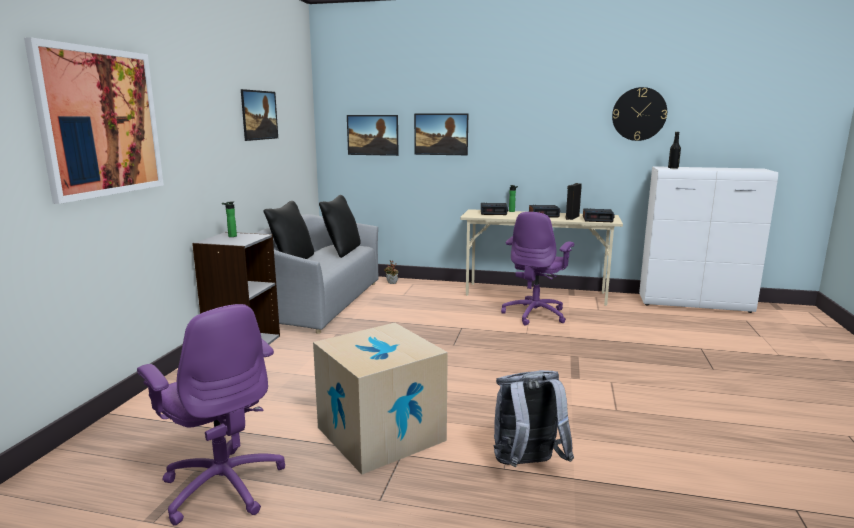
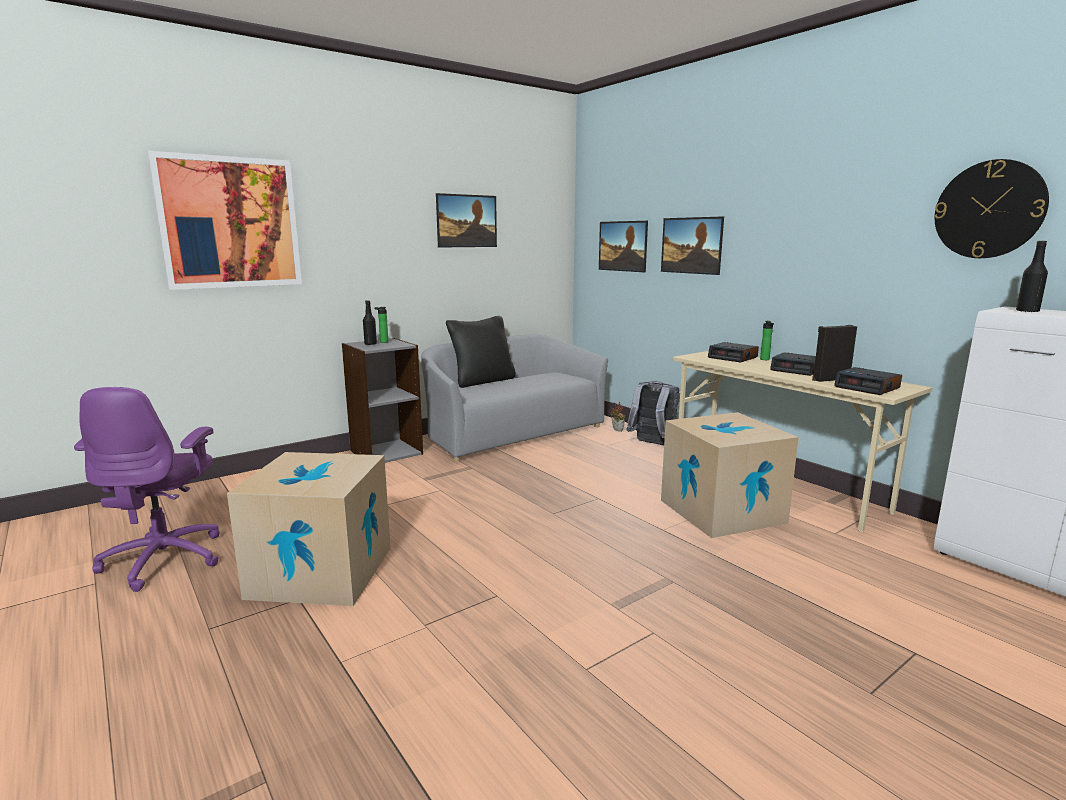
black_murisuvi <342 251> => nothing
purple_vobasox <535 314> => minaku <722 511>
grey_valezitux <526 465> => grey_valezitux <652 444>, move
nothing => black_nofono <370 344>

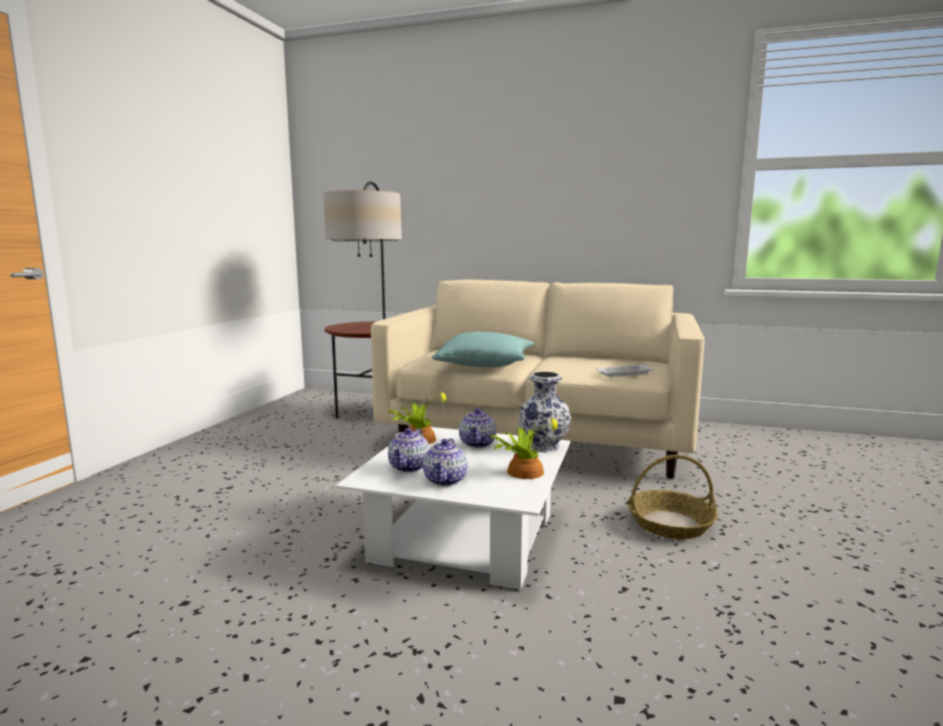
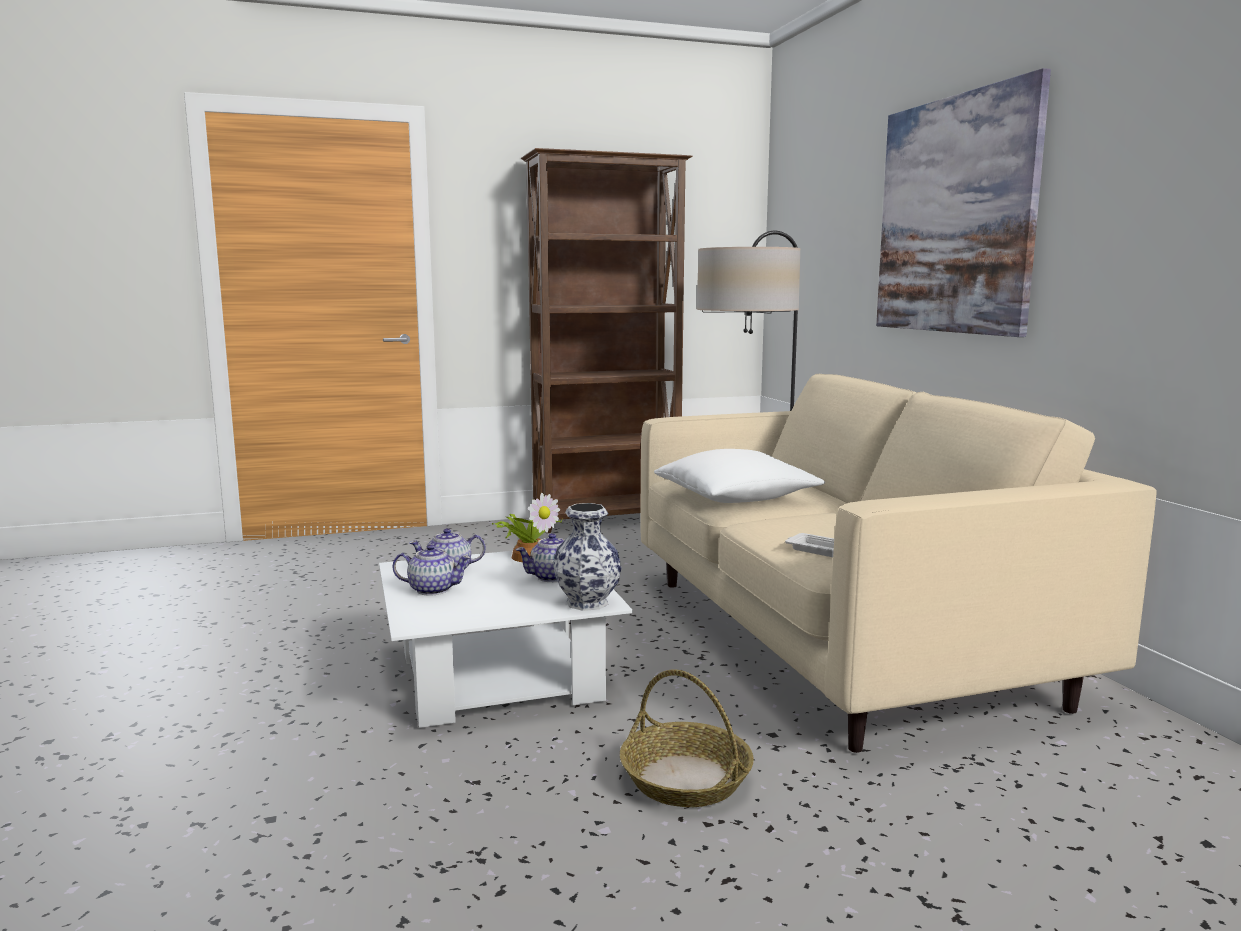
turquoise_murisuvi <485 364> => white_murisuvi <736 498>
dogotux <523 471> => nothing
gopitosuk <446 480> => gopitosuk <432 589>, 150 degrees counterclockwise
nothing => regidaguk <954 216>
nothing => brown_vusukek <608 520>

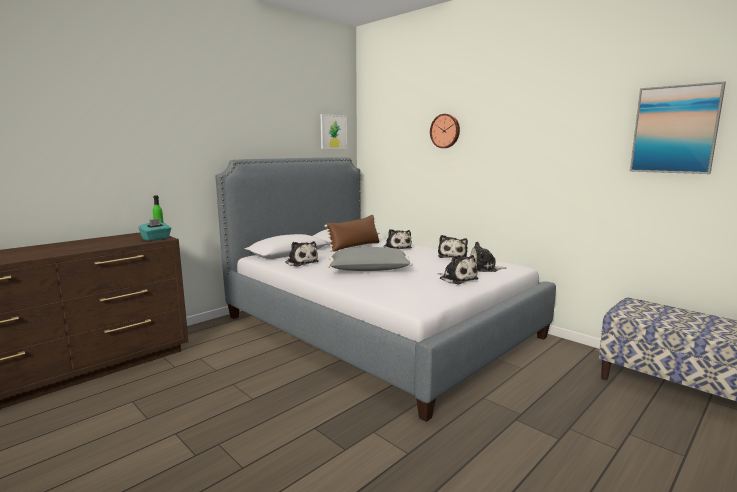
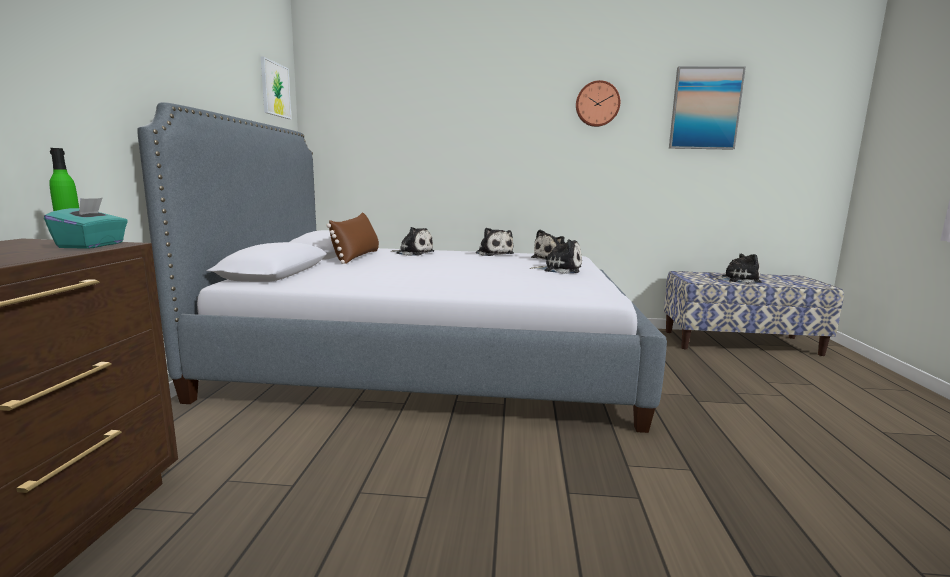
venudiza <445 131> => venudiza <597 104>, move
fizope <301 262> => fizope <737 280>, move
grey_murisuvi <369 271> => nothing

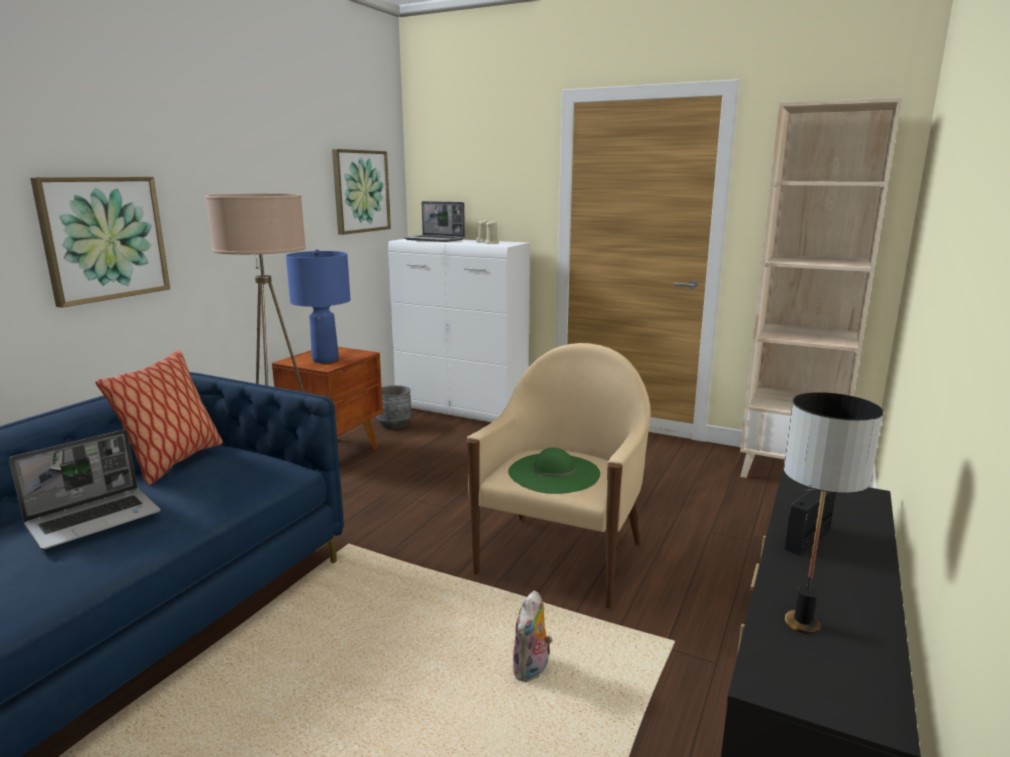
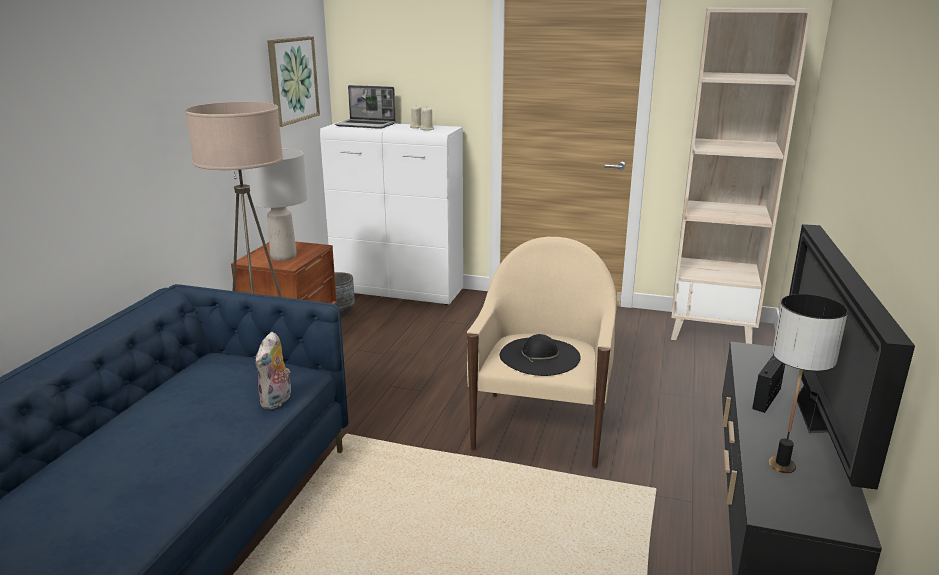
regidaguk <104 238> => nothing
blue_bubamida <325 360> => grey_bubamida <283 257>
murisuvi <174 462> => nothing
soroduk <95 519> => nothing
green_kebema <554 473> => black_kebema <539 356>
fizope <532 671> => fizope <277 401>, move
nothing => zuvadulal <813 418>

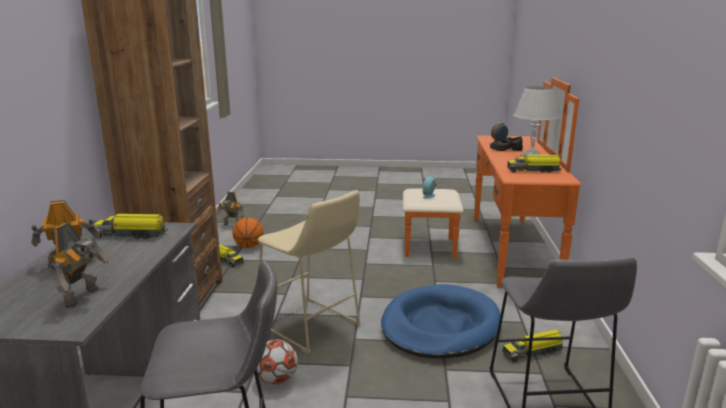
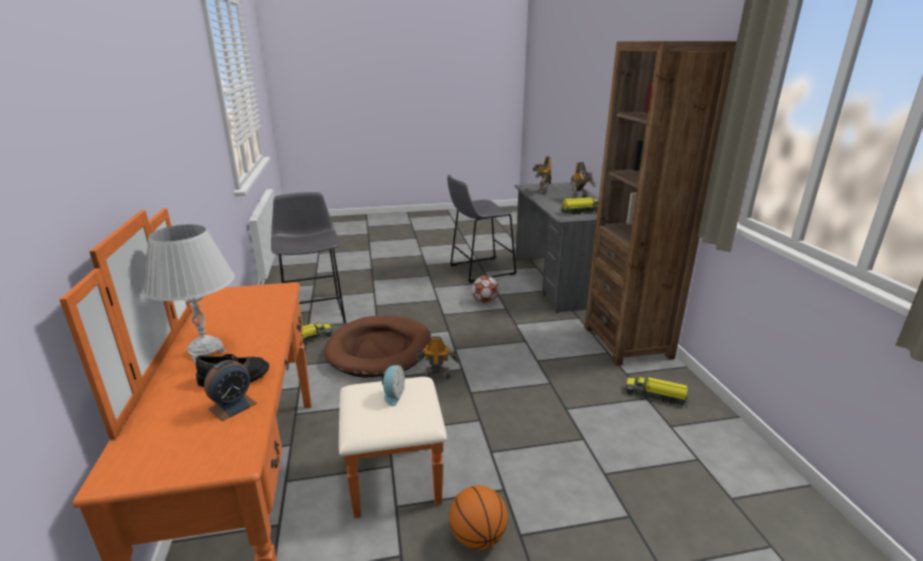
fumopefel <534 170> => nothing
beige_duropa <311 327> => nothing
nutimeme <232 225> => nutimeme <437 376>, move
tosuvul <249 246> => tosuvul <478 537>, move
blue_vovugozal <440 326> => brown_vovugozal <380 350>

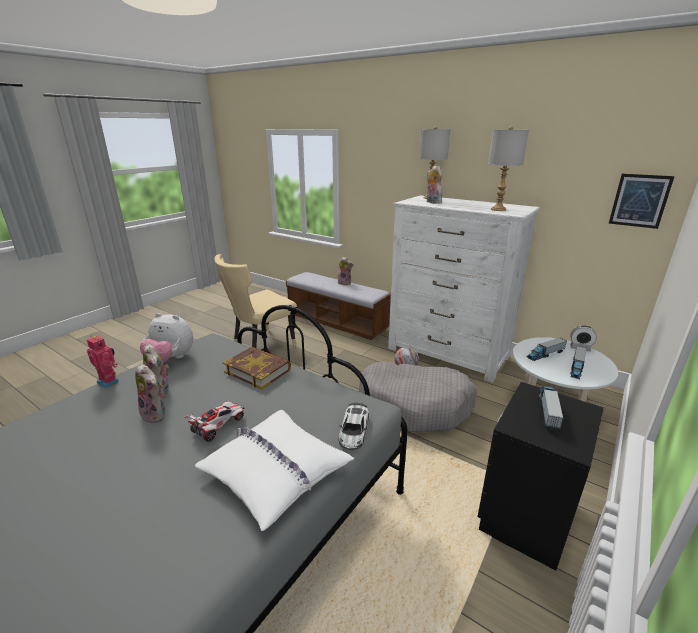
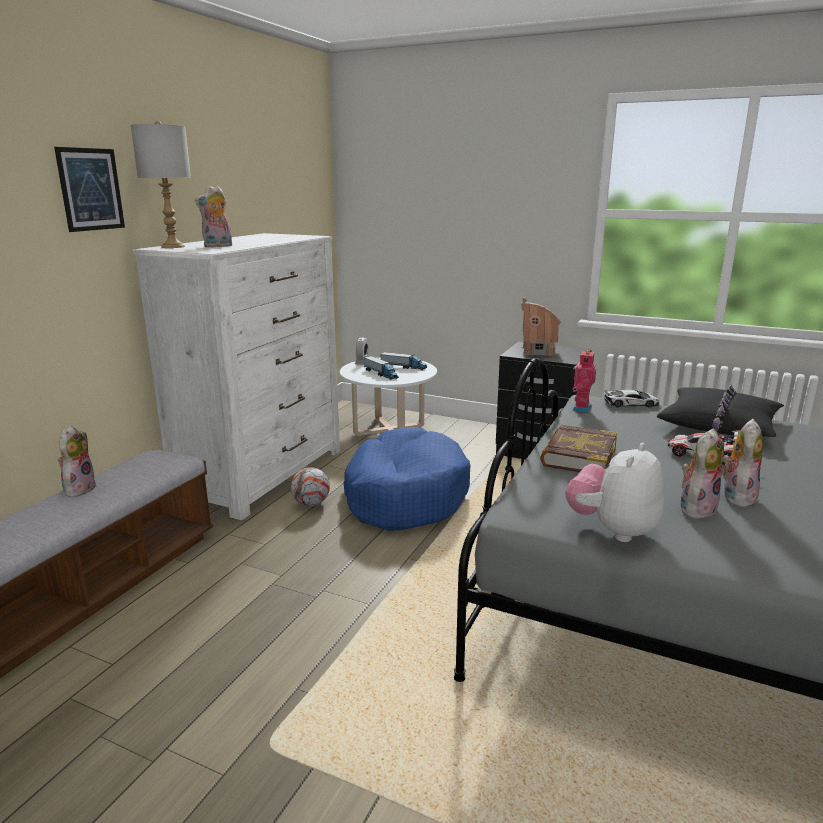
grey_bubamida <498 209> => nothing
regidaguk <639 201> => regidaguk <91 189>, move
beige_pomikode <260 345> => nothing
fizope <170 359> => fizope <613 530>, 150 degrees counterclockwise
nutimeme <109 381> => nutimeme <580 408>, move
grey_vovugozal <415 406> => blue_vovugozal <405 495>
fumopefel <548 410> => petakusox <537 352>
white_murisuvi <275 472> => black_murisuvi <719 424>

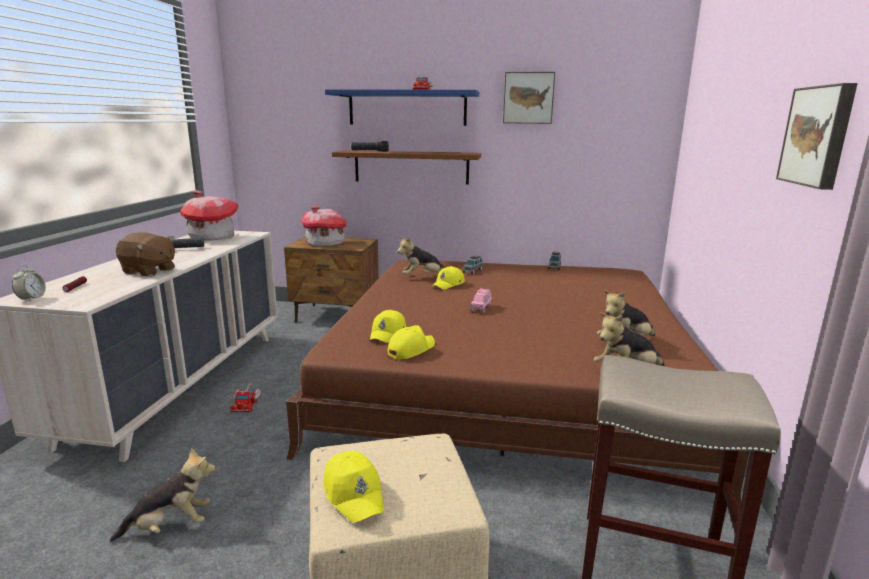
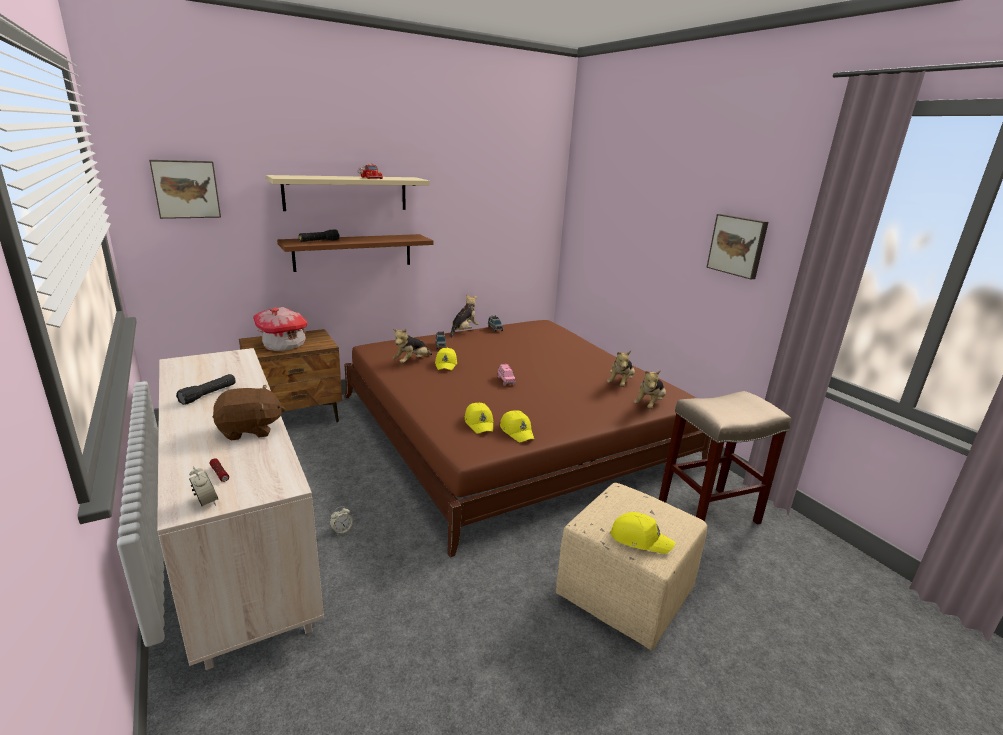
regidaguk <528 98> => regidaguk <186 189>, move
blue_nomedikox <407 108> => beige_nomedikox <346 193>
petakusox <212 237> => nothing
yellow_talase <410 349> => yellow_talase <517 431>, 150 degrees clockwise
fumopefel <246 403> => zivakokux <342 530>
fizope <171 526> => fizope <464 331>, move

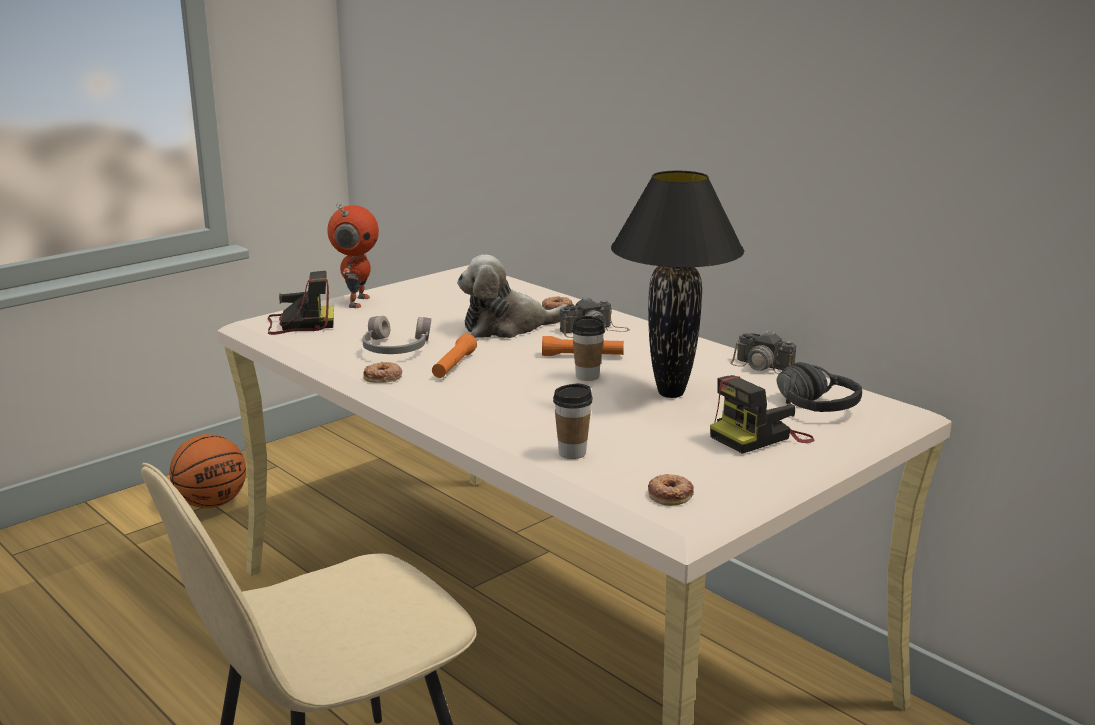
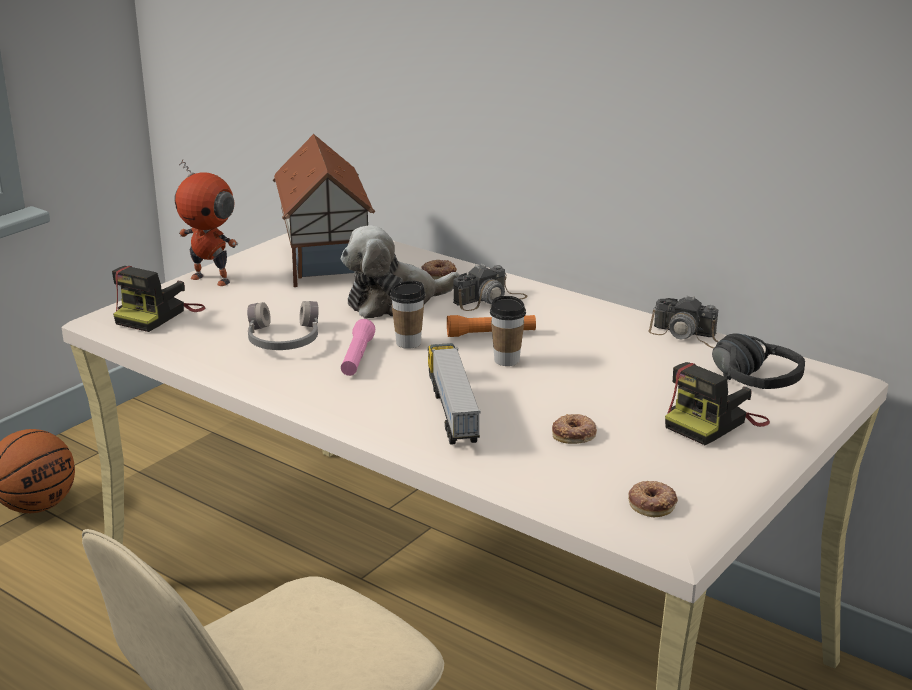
black_bubamida <671 393> => nothing
nutimeme <357 302> => nutimeme <212 279>, 120 degrees clockwise
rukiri <298 324> => rukiri <158 315>, 135 degrees clockwise
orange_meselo <454 366> => pink_meselo <357 357>
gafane <383 377> => gafane <574 434>, move
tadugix <572 453> => tadugix <408 343>, move
nothing => petakusox <322 262>
nothing => fumopefel <452 409>

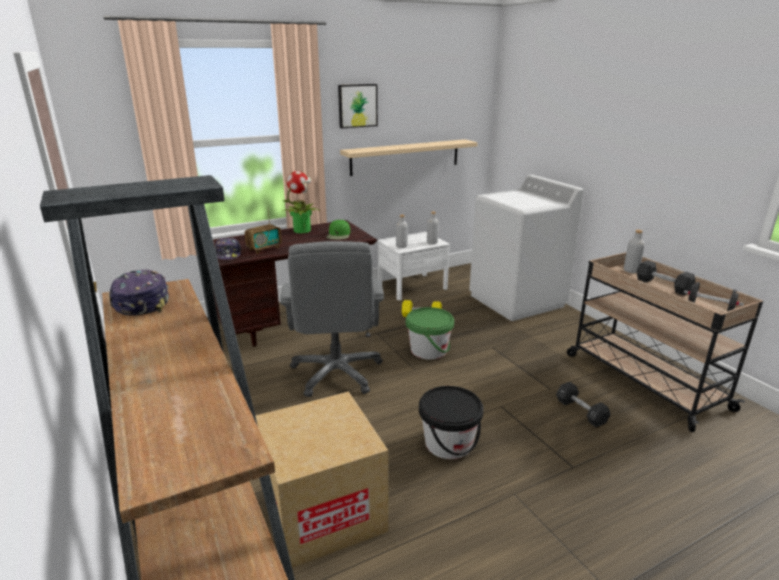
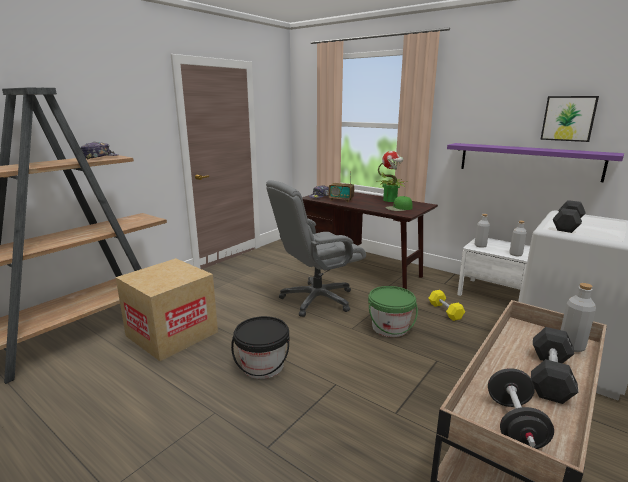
regidaguk <357 105> => regidaguk <568 118>, move
beige_nomedikox <405 157> => purple_nomedikox <528 161>
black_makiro <581 412> => black_makiro <567 225>, move

